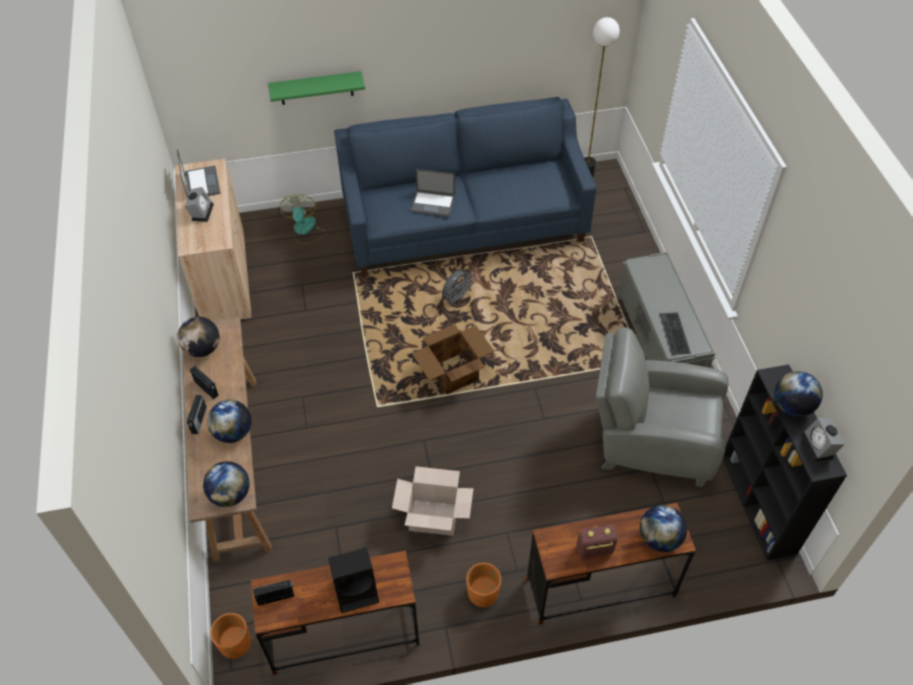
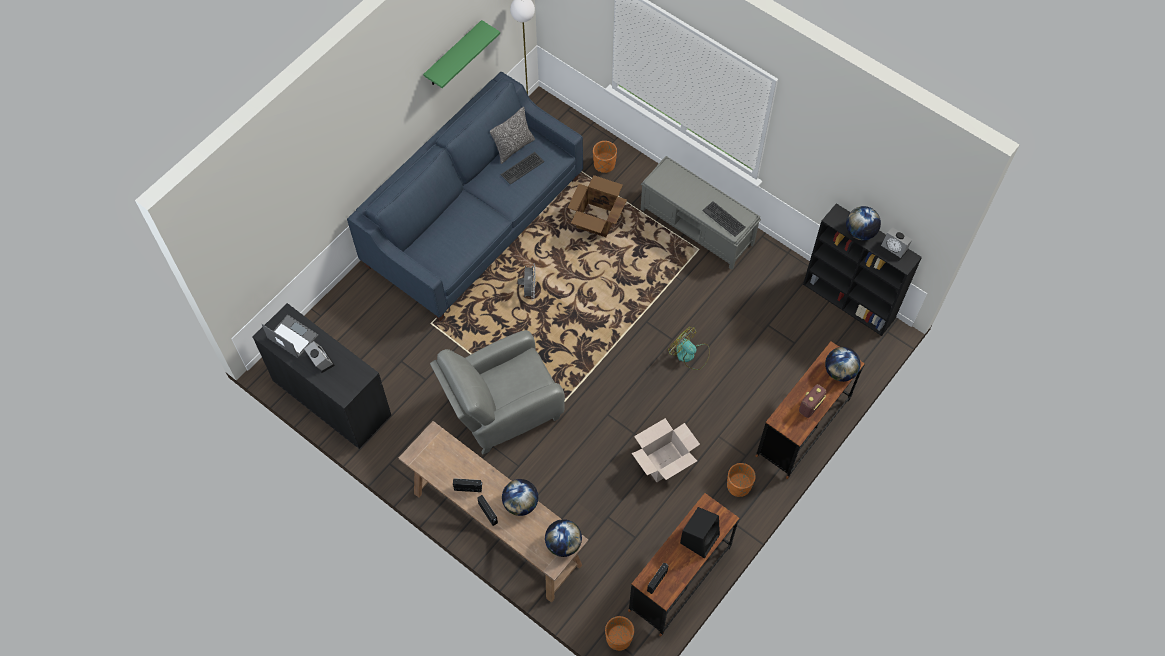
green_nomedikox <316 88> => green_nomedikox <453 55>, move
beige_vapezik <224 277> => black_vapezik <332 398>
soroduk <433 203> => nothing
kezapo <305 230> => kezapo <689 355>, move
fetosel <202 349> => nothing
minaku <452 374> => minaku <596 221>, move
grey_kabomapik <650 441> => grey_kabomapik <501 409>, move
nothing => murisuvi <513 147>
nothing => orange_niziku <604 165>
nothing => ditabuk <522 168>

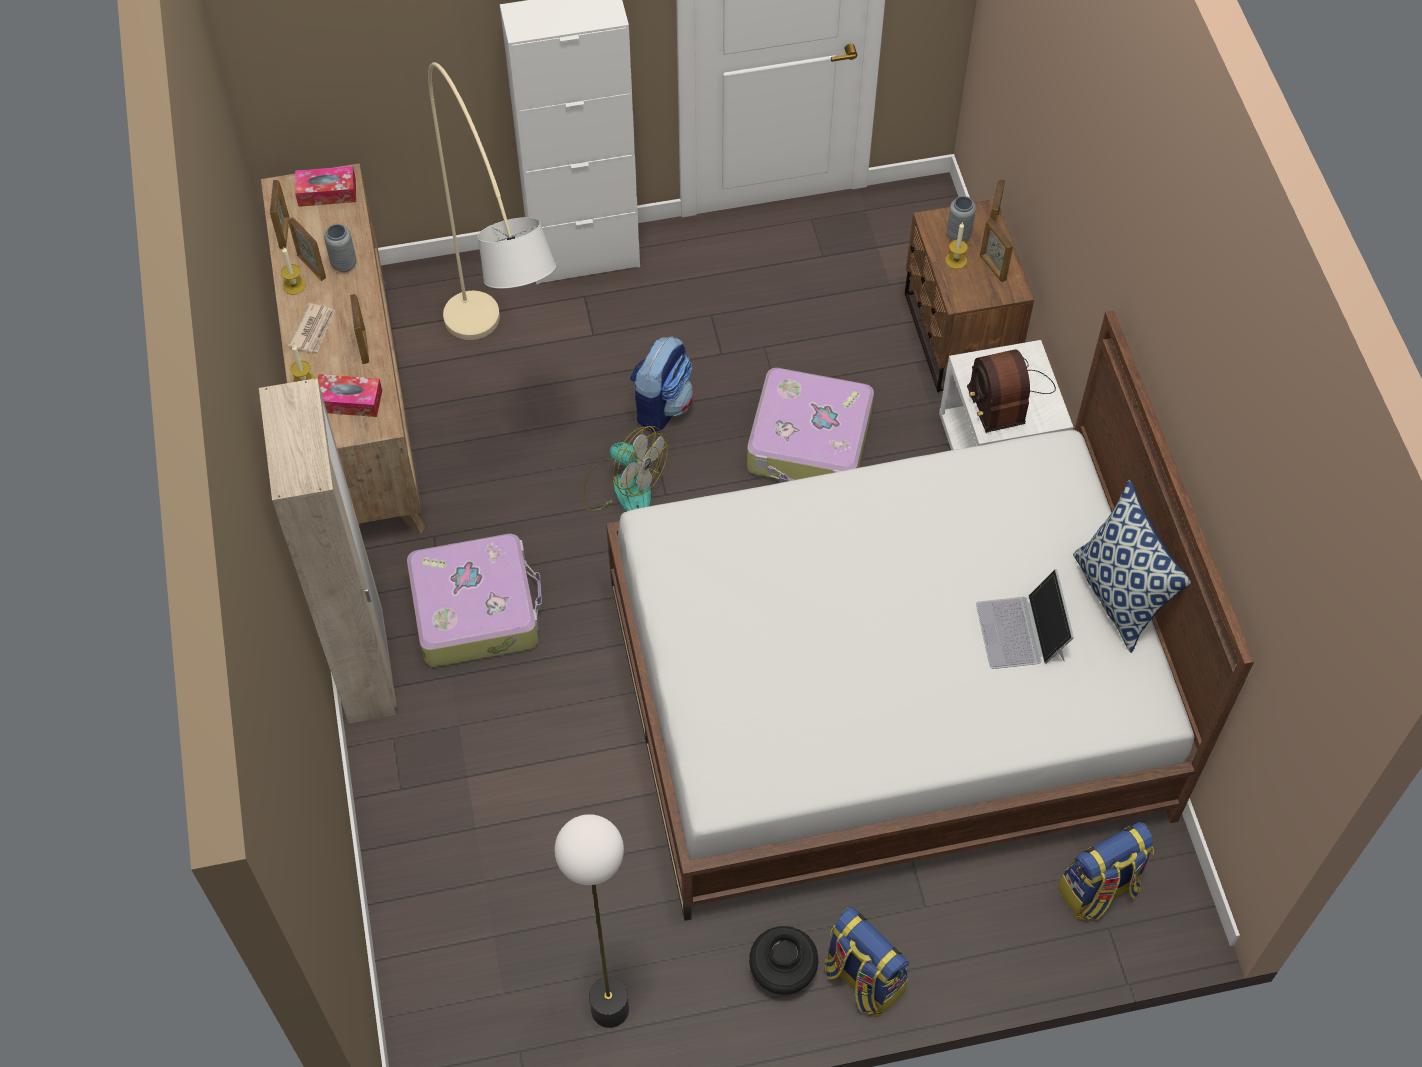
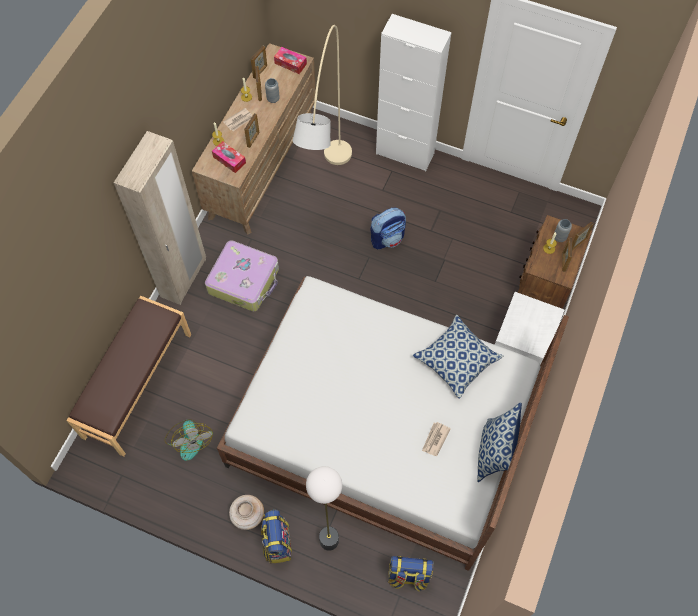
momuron <1006 395> => nothing
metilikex <810 442> => nothing
kezapo <623 486> => kezapo <189 439>, move
soroduk <1022 631> => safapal <435 439>
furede <609 1008> => furede <329 540>, move
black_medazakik <782 970> => beige_medazakik <247 515>
nothing => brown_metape <137 384>
nothing => murisuvi <456 360>

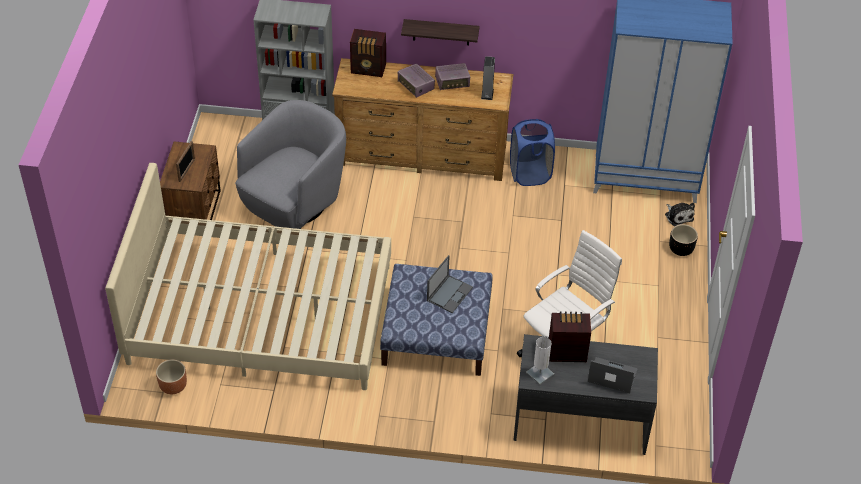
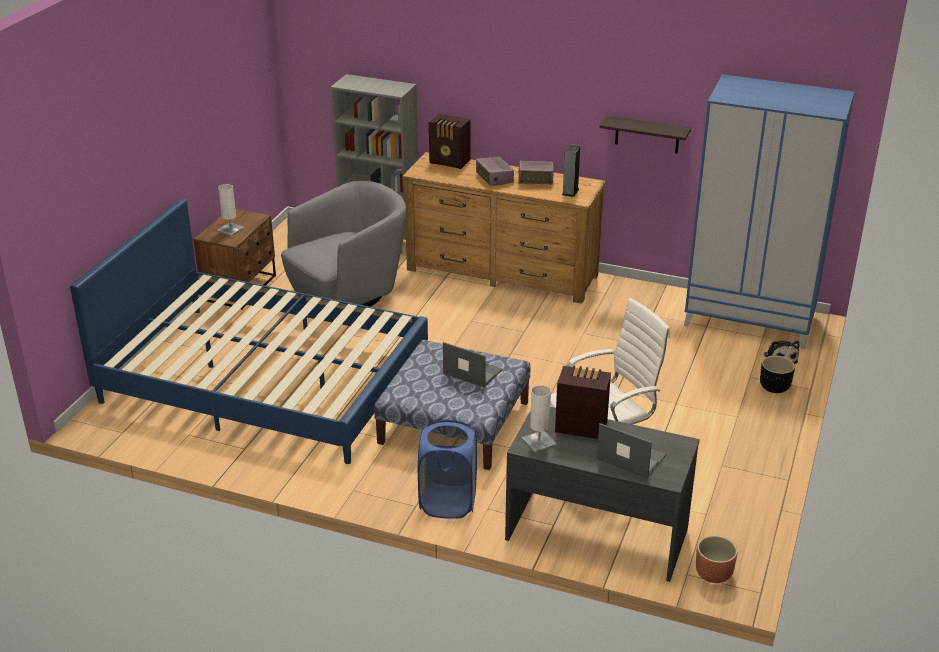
nomedikox <441 32> => nomedikox <647 135>, move
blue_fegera <530 174> => blue_fegera <448 502>, move
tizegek <187 170> => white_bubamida <230 229>
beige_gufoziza <260 313> => blue_gufoziza <265 379>
soroduk <450 293> => soroduk <471 372>, 105 degrees counterclockwise
brown_niziku <173 386> => brown_niziku <713 574>, move

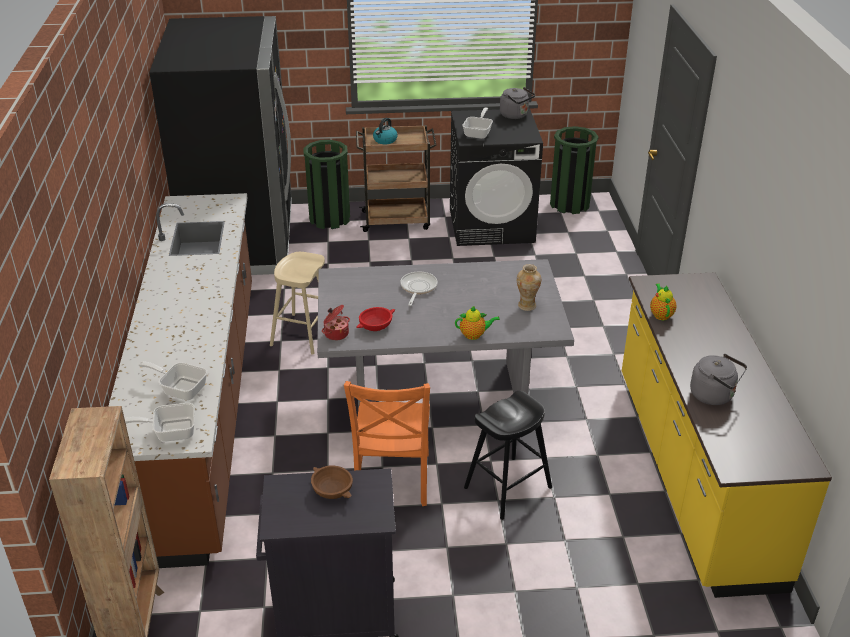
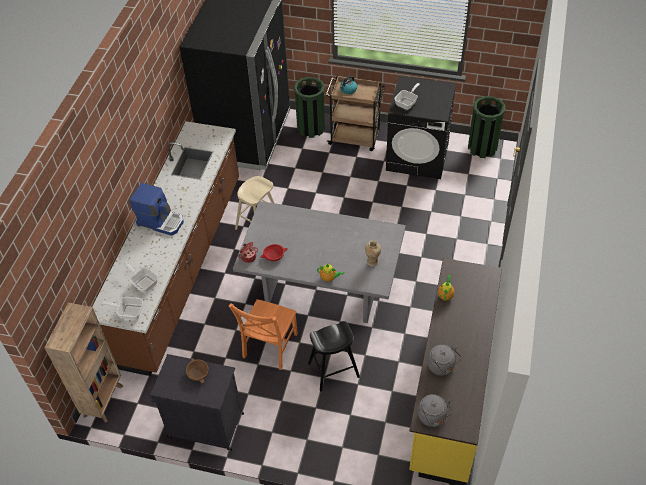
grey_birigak <515 115> => grey_birigak <433 417>, move
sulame <417 288> => nothing
nothing => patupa <161 221>

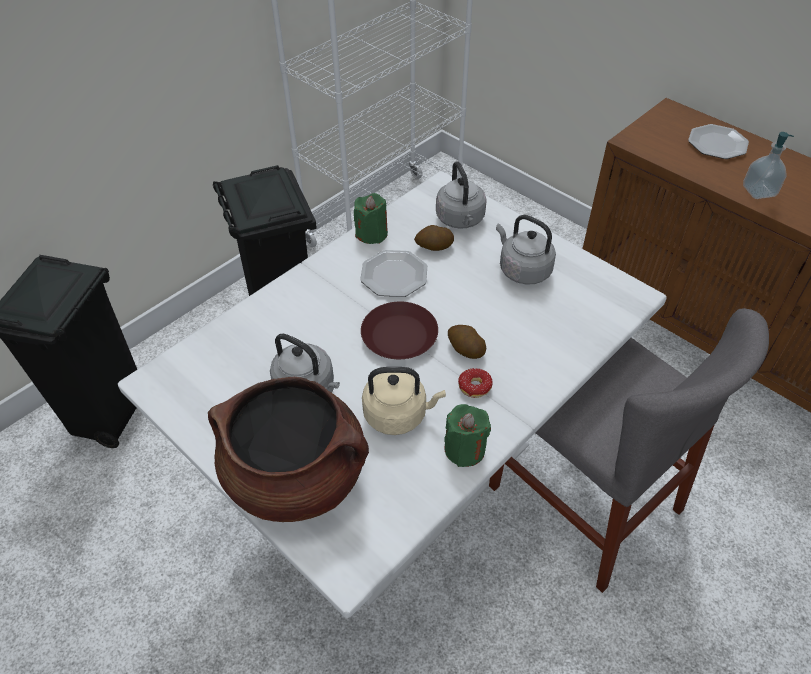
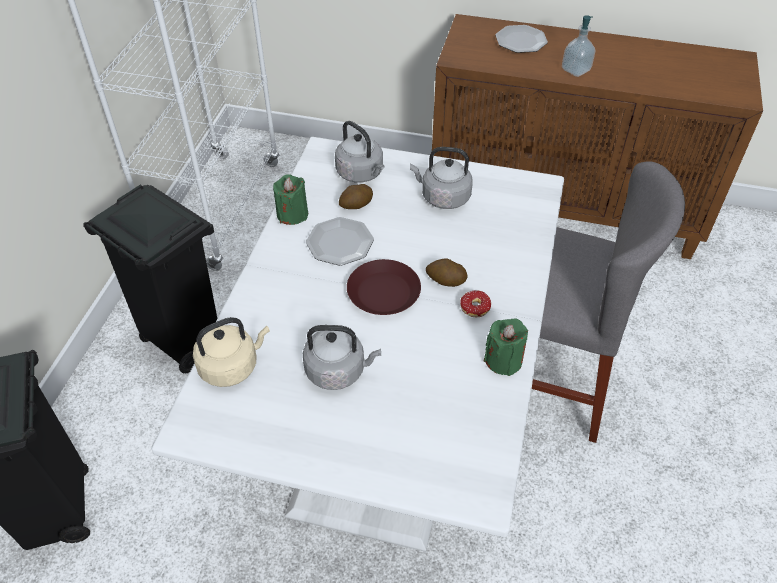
beige_birigak <398 415> => beige_birigak <232 366>, move
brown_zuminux <297 476> => nothing

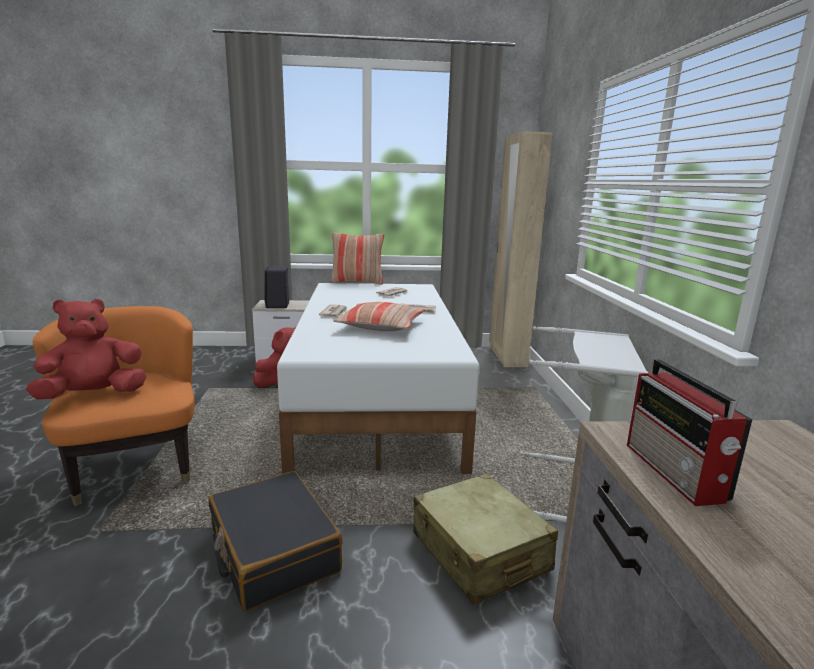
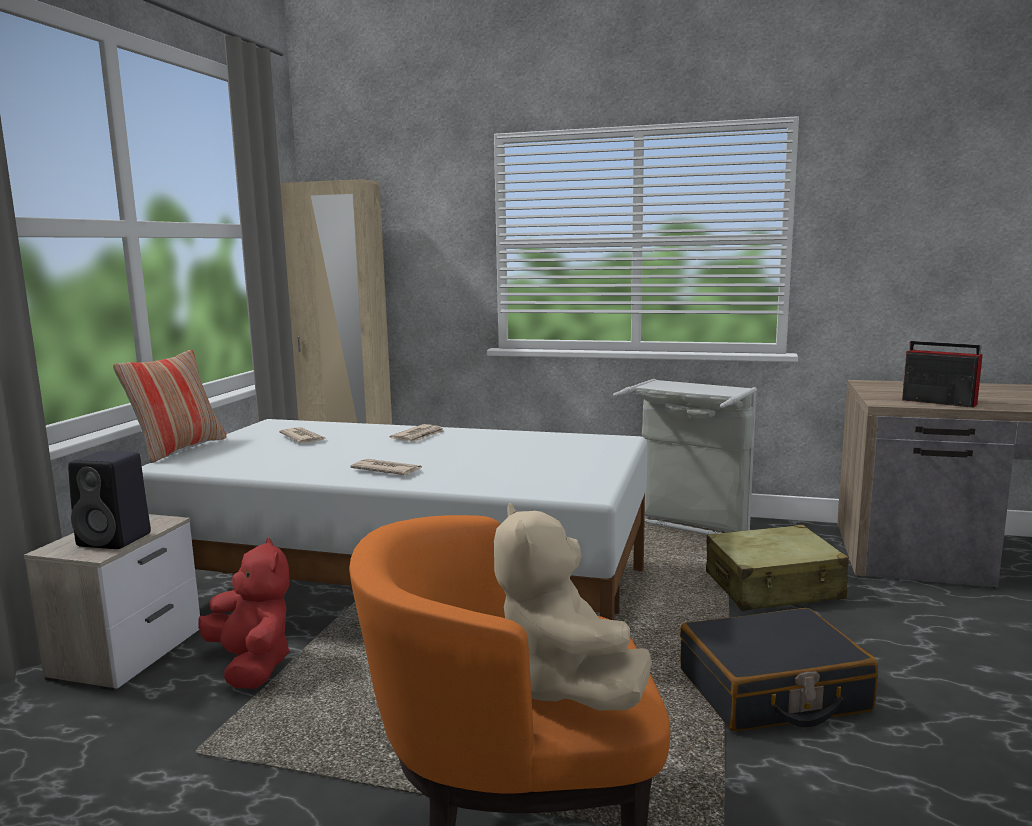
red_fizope <94 395> => beige_fizope <563 686>
murisuvi <381 326> => nothing
momuron <675 473> => momuron <936 402>, 150 degrees counterclockwise

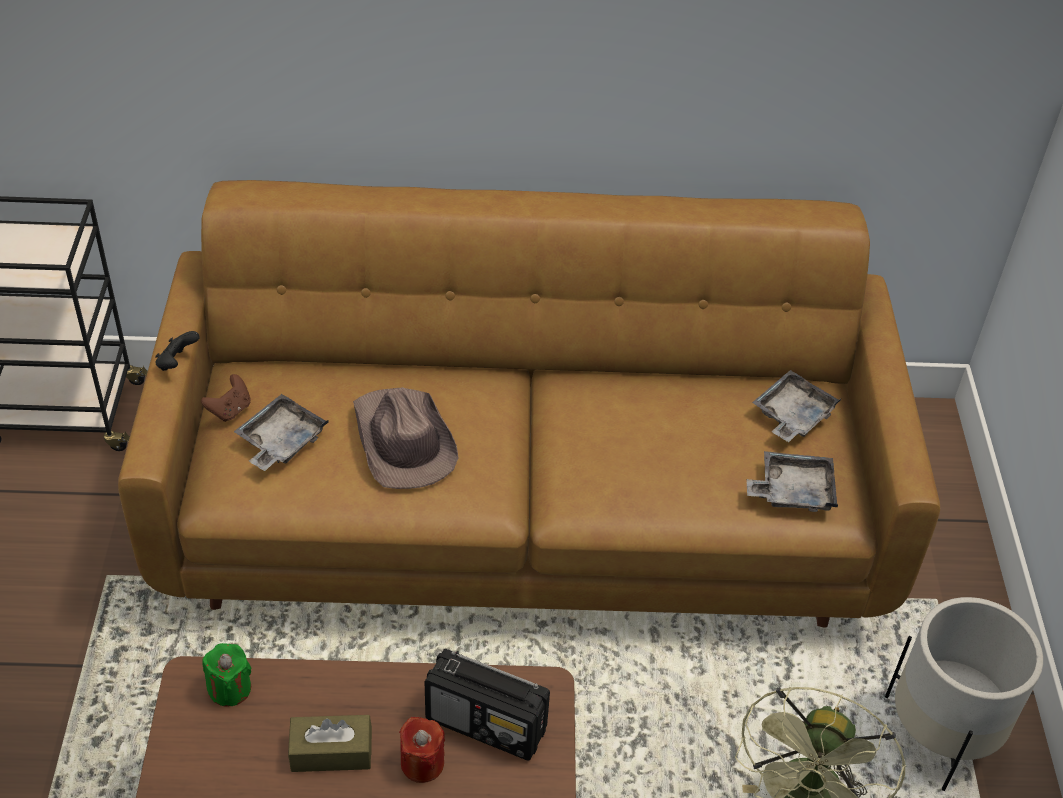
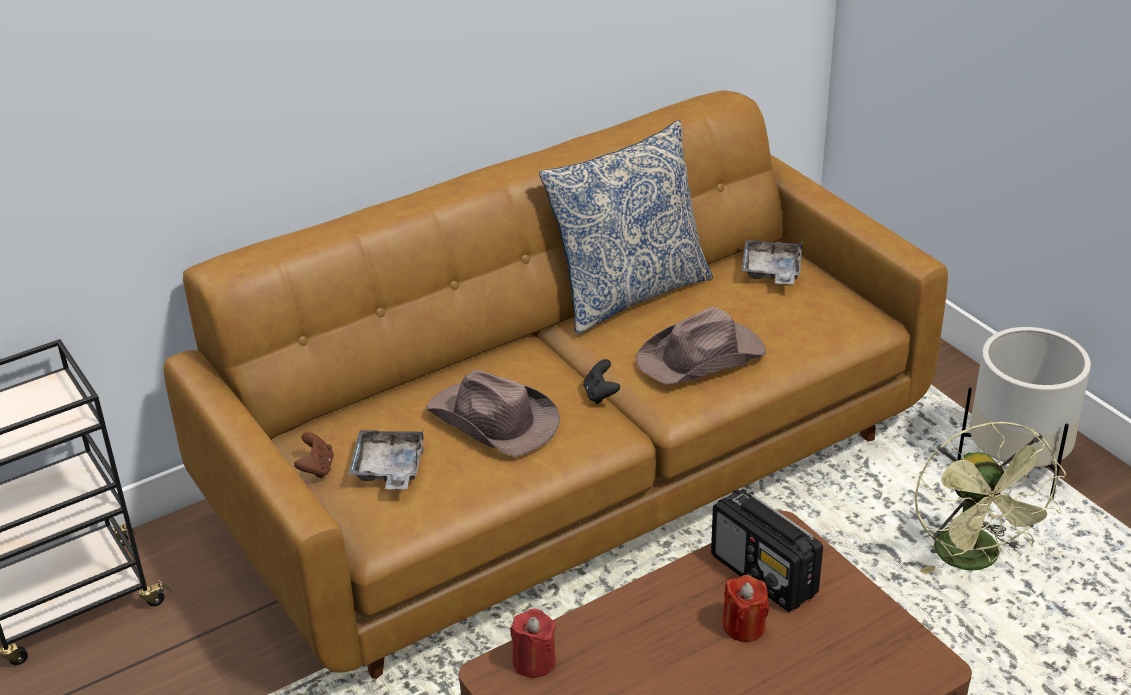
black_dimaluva <177 363> => black_dimaluva <600 394>, move
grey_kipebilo <792 491> => nothing
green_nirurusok <230 688> => red_nirurusok <534 662>
momuron <487 725> => momuron <764 575>, 60 degrees clockwise
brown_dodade <331 752> => nothing
nothing => murisuvi <629 293>
nothing => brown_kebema <702 357>

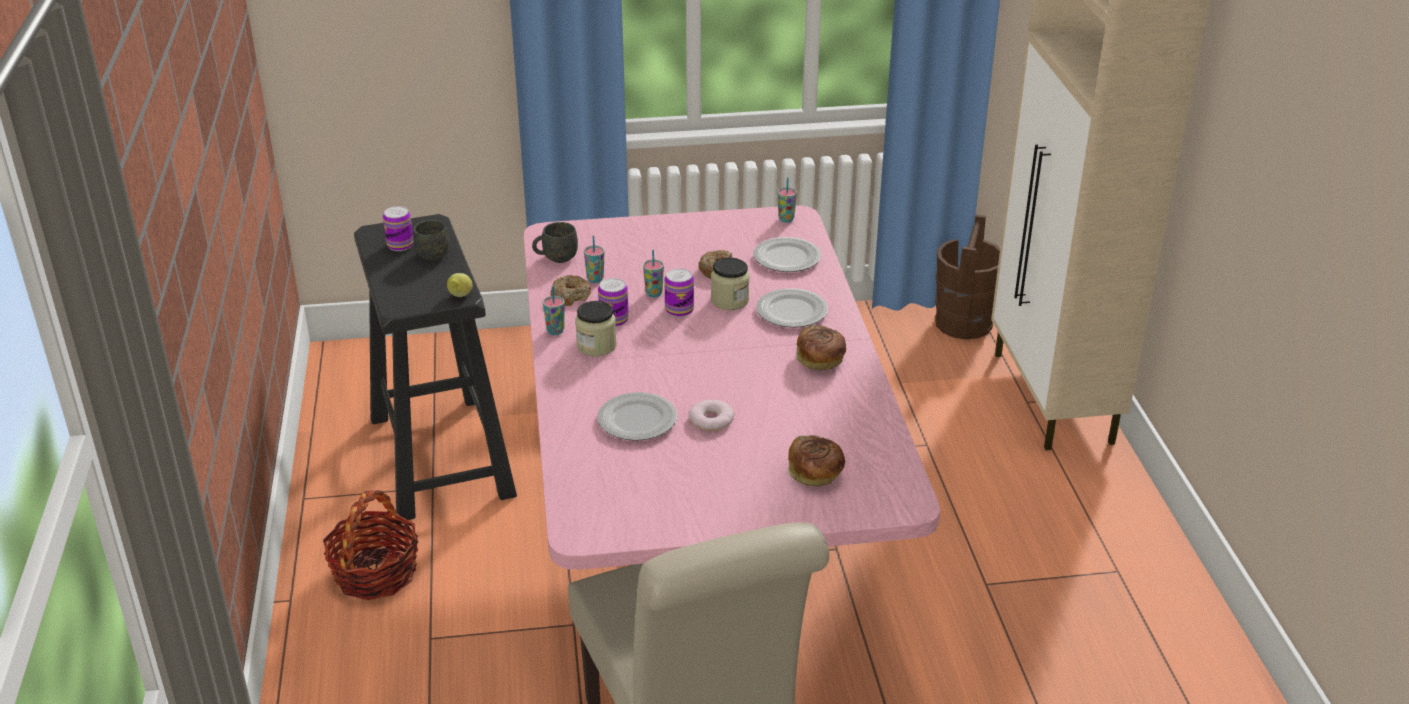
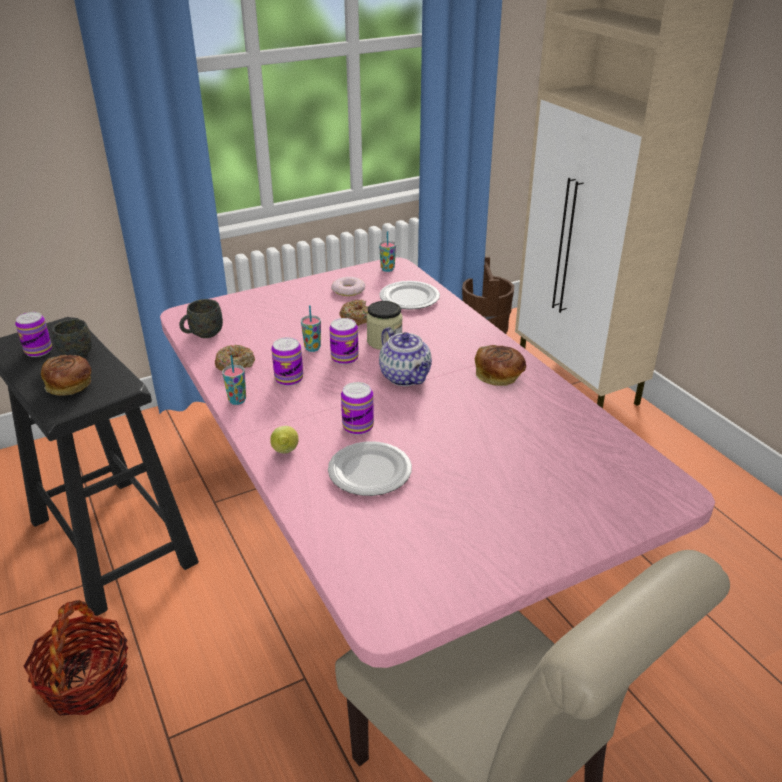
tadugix <595 279> => nothing
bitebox <460 297> => bitebox <285 453>, move
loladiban <792 312> => nothing
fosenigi <596 346> => nothing
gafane <711 420> => gafane <348 290>, move
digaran <815 474> => digaran <70 386>, move
nothing => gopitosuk <406 377>
nothing => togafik <358 426>

